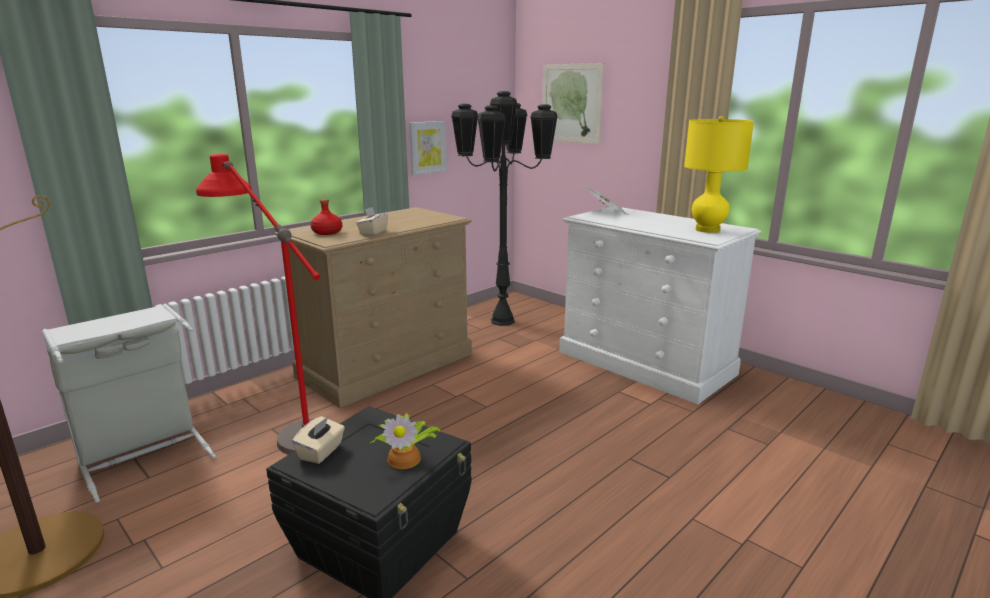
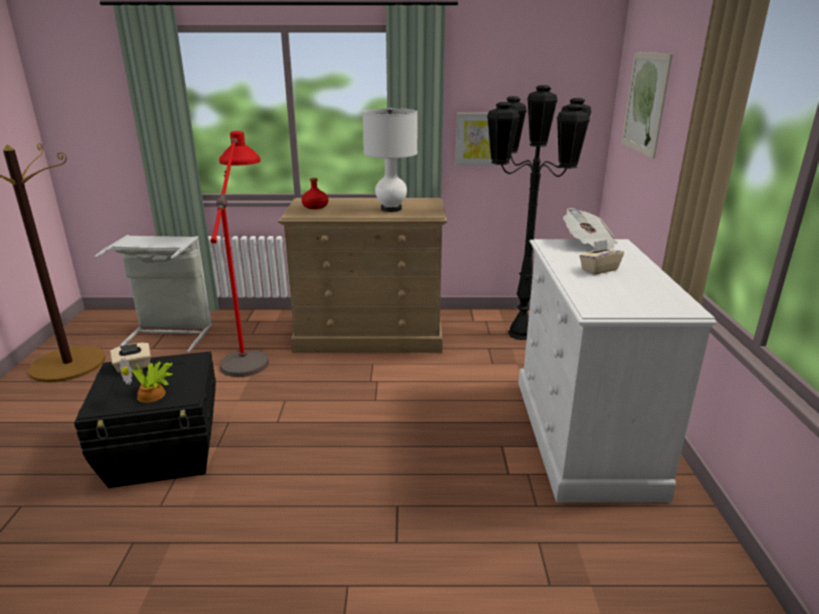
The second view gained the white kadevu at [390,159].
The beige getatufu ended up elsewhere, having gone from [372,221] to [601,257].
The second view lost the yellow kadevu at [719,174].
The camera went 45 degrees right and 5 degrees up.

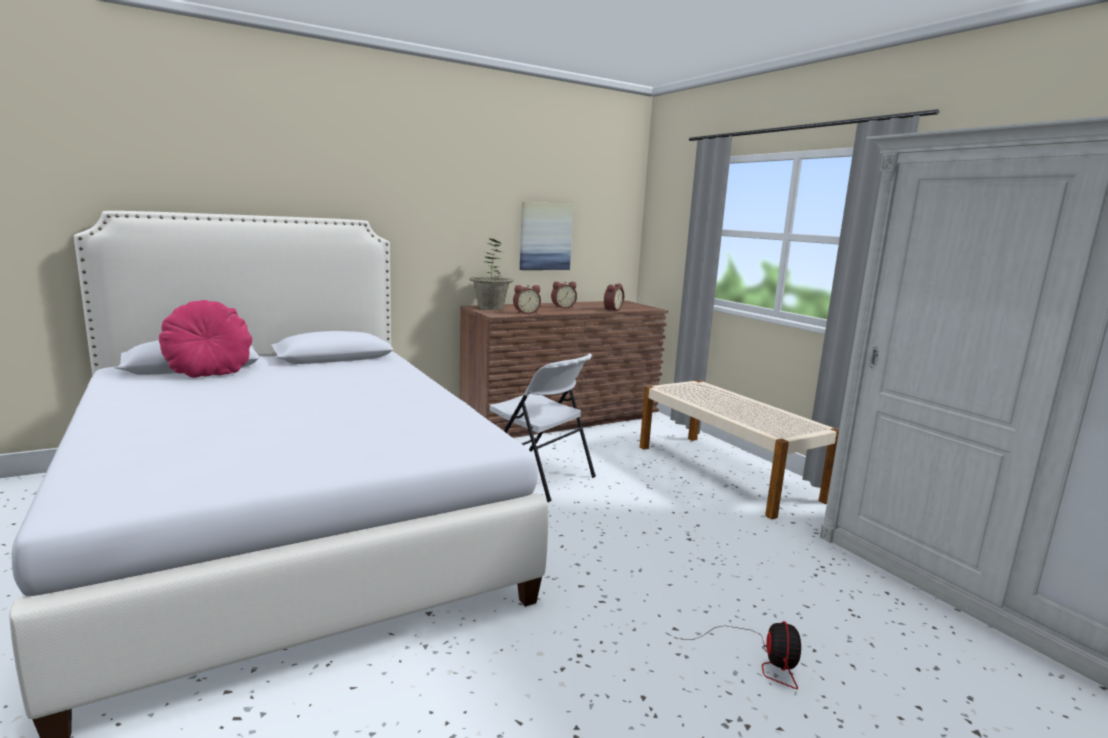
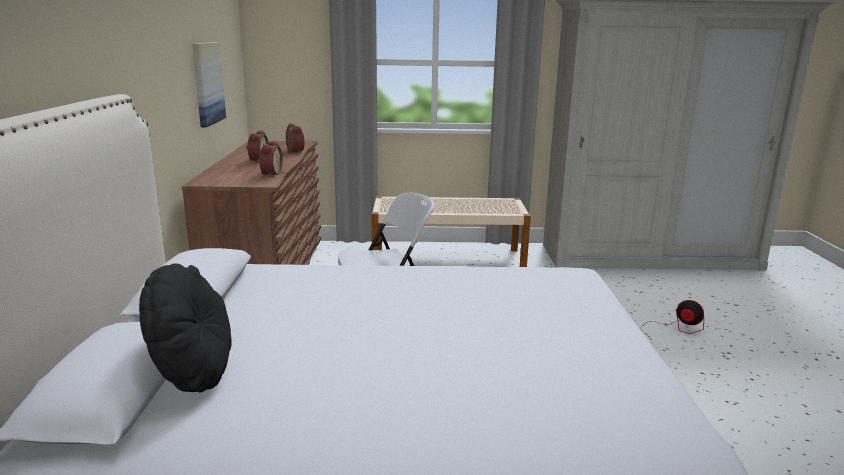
What was the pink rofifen at [205,339] turned into the black rofifen at [185,328].
The second view lost the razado at [491,274].
The camera went 60 degrees left and 5 degrees up.

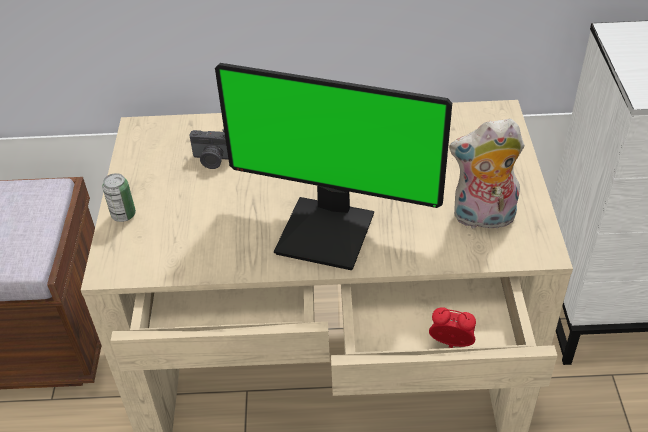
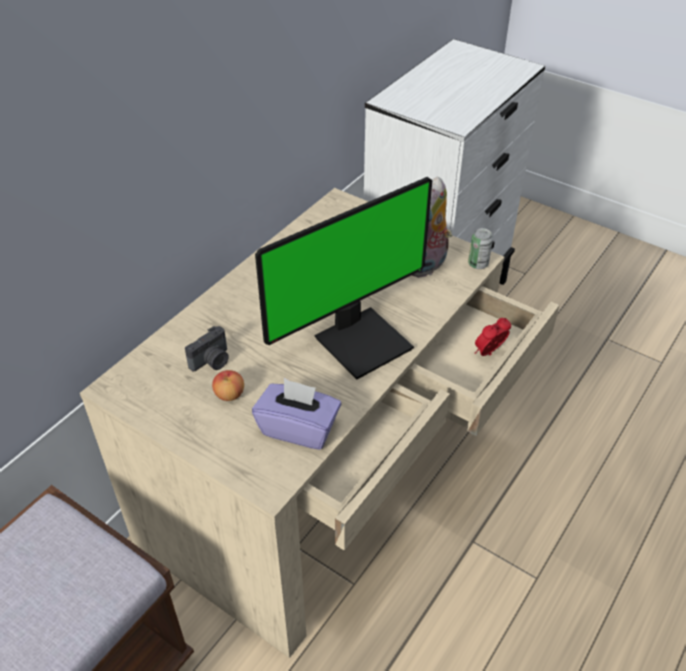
The second view gained the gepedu at [228,385].
The second view gained the purple getatufu at [296,414].
The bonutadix ended up elsewhere, having gone from [119,197] to [480,248].
The camera went 55 degrees left and 0 degrees up.

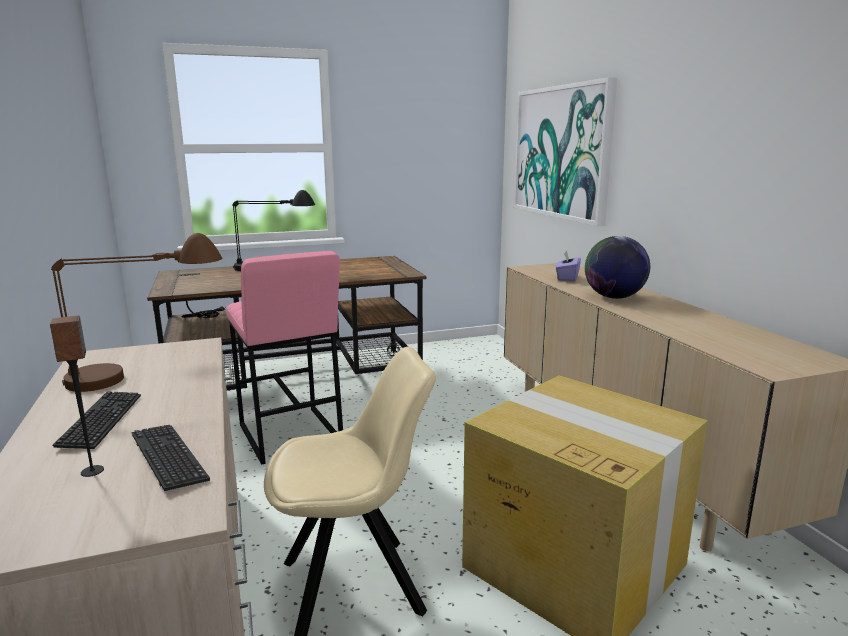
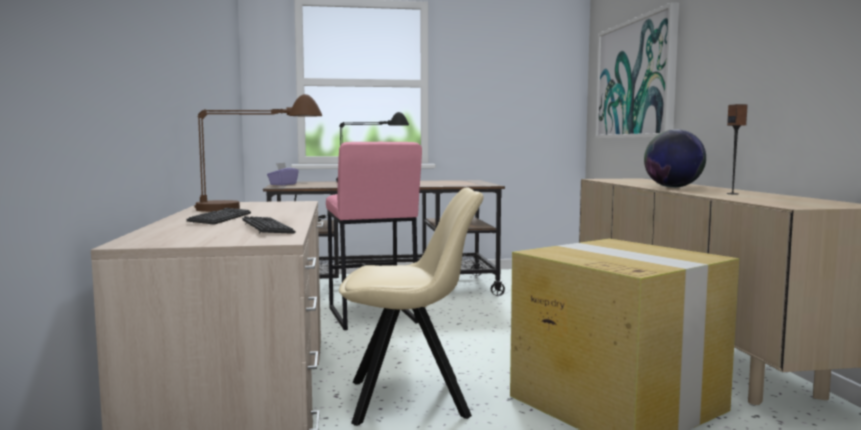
The purple getatufu ended up elsewhere, having gone from [568,266] to [283,174].
The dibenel ended up elsewhere, having gone from [77,396] to [737,149].
The camera went 10 degrees right and 10 degrees down.

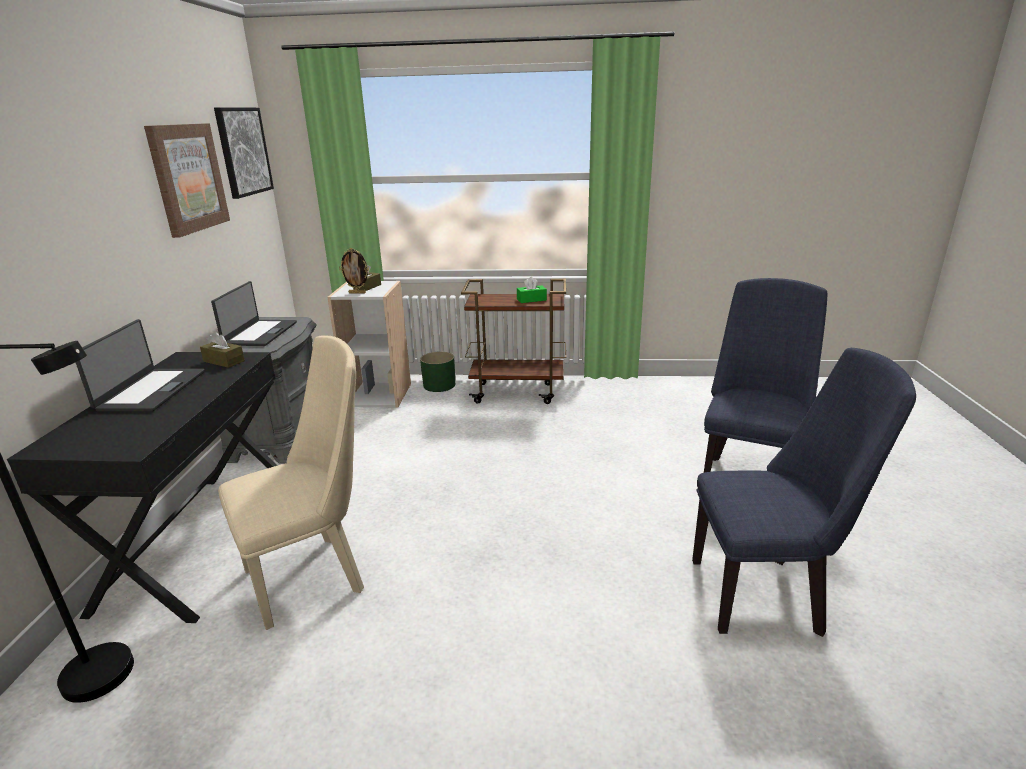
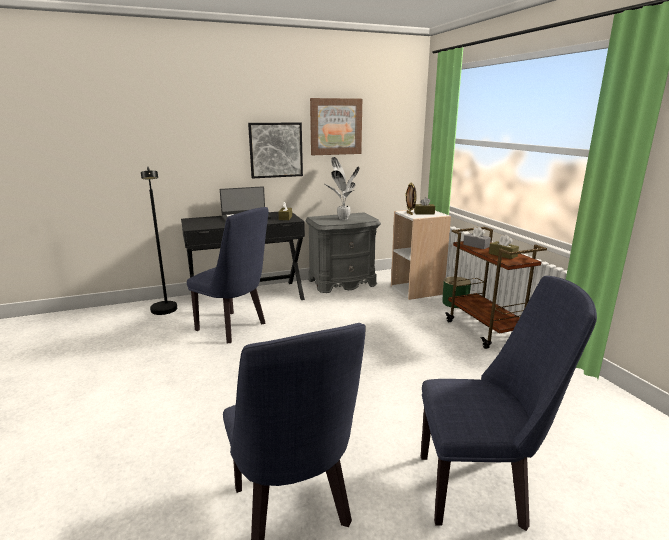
What was the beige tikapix at [291,482] turned into the blue tikapix at [227,275].
The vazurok ended up elsewhere, having gone from [244,153] to [275,150].
Where the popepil stood at [254,313], the razado came to stand at [341,188].
The second view gained the grey getatufu at [477,238].
What was the green getatufu at [532,290] turned into the brown getatufu at [504,247].
The camera went 65 degrees right and 5 degrees down.

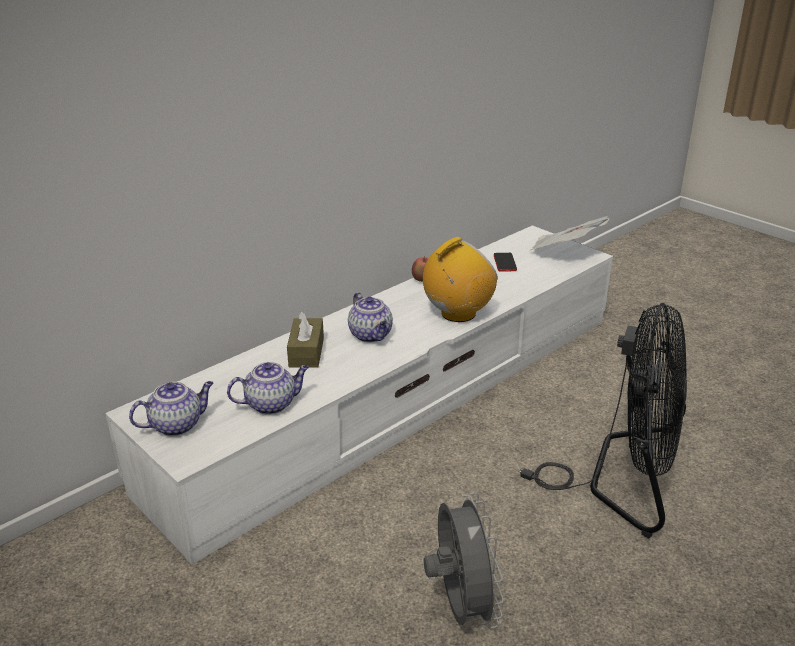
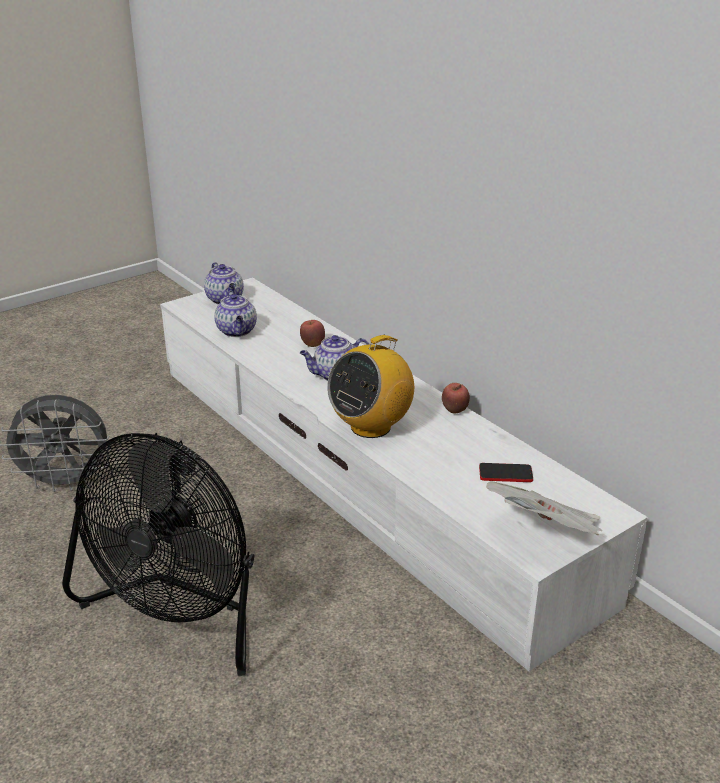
Where the brown getatufu stood at [305,339], the gepedu came to stand at [312,333].
The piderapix at [460,279] ended up facing another way, 75 degrees clockwise from before.
The camera went 95 degrees right and 0 degrees up.

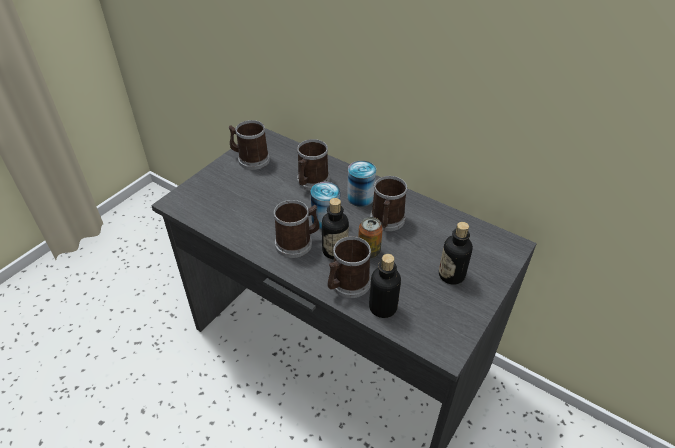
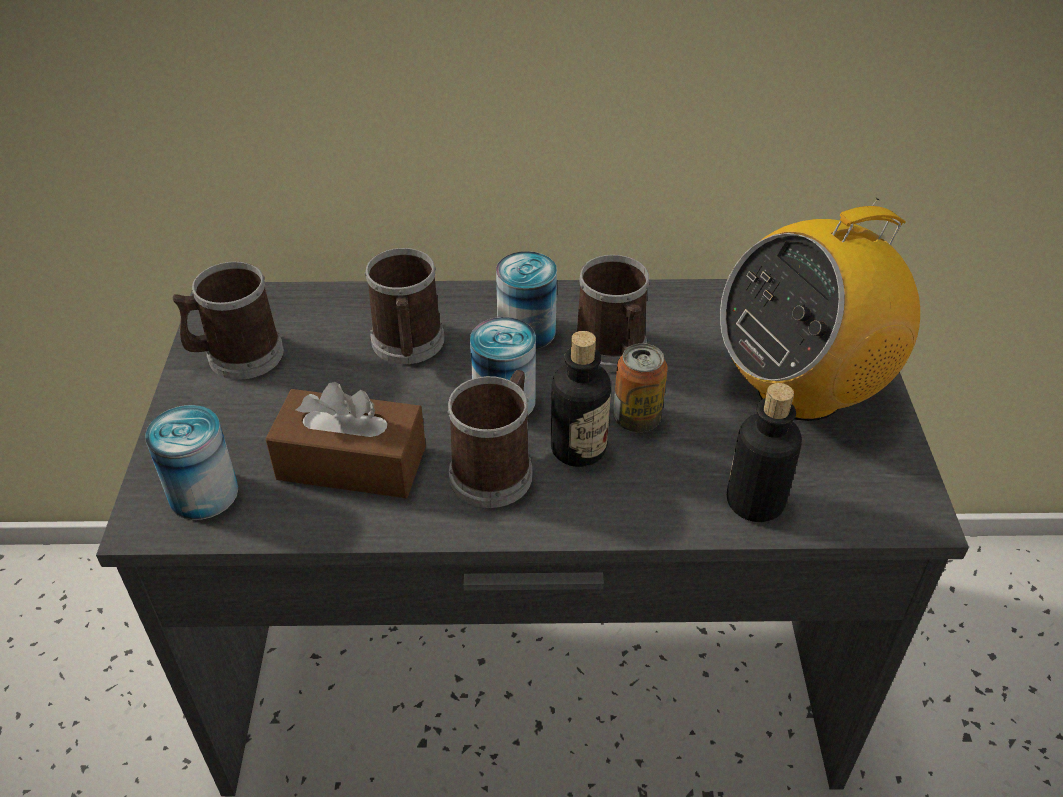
The second view gained the bonutadix at [191,462].
The second view gained the brown getatufu at [346,440].
Where the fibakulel stood at [456,253], the piderapix came to stand at [820,309].
The second view lost the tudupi at [349,267].
The camera went 35 degrees left and 0 degrees up.

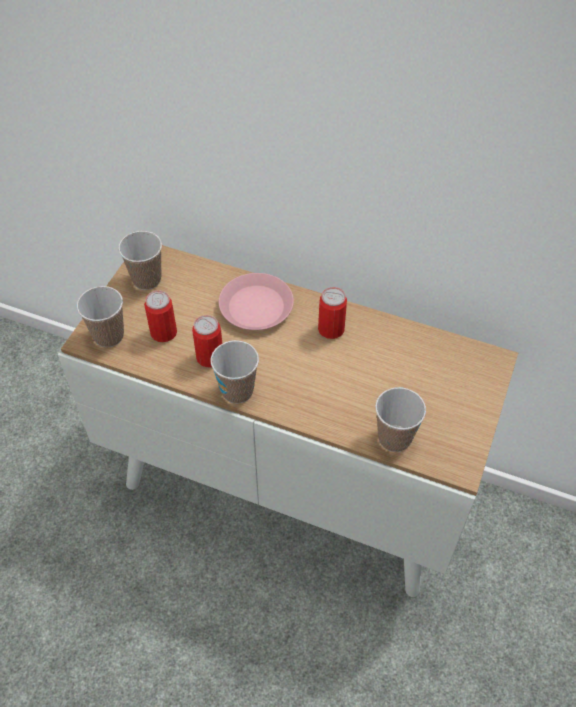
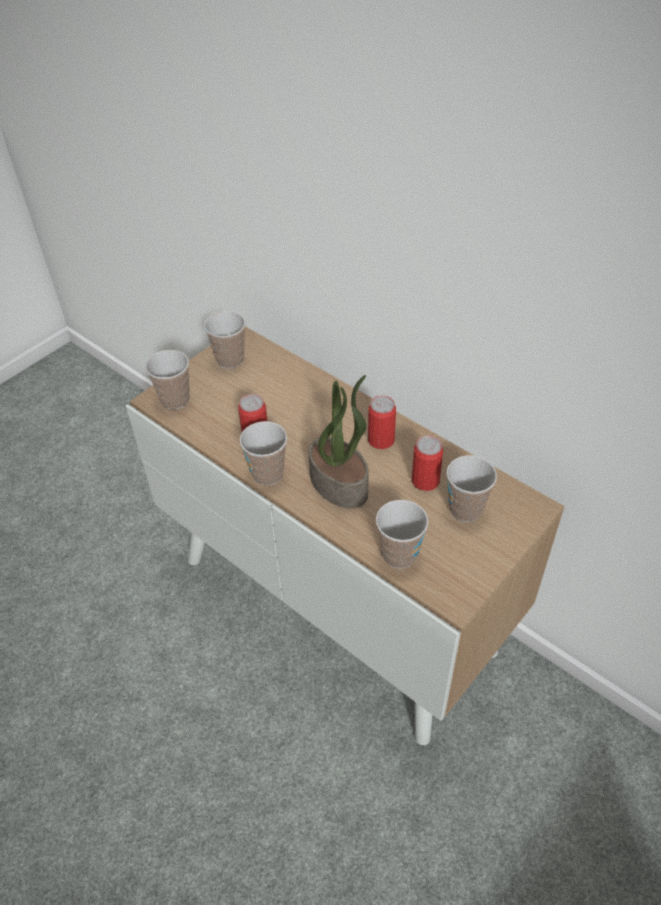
The second view gained the razado at [338,442].
The bonutadix ended up elsewhere, having gone from [160,316] to [427,463].
The second view gained the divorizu at [472,488].
The second view lost the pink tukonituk at [256,301].
The camera went 20 degrees right and 5 degrees down.

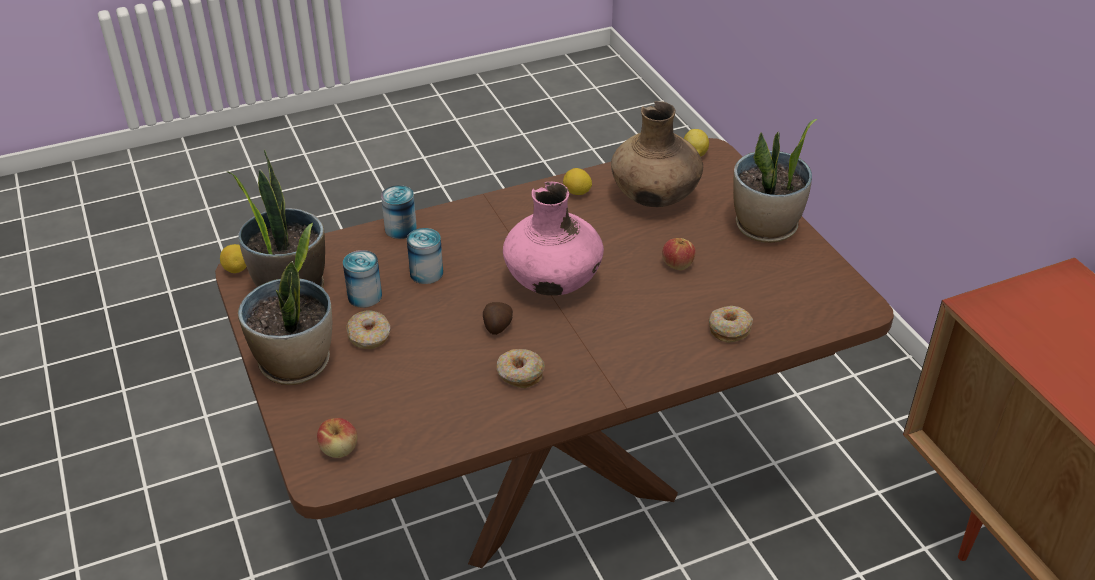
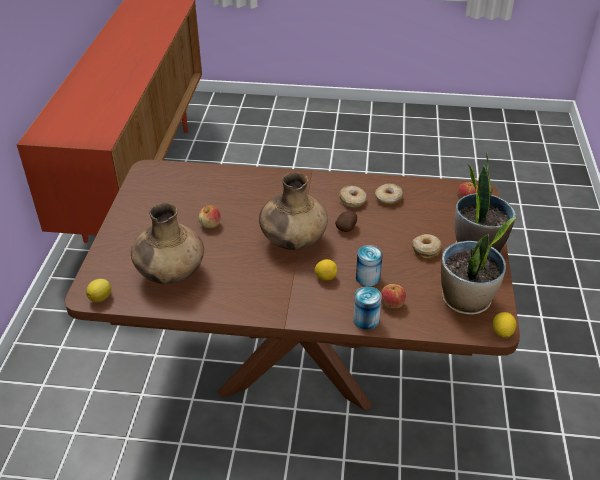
What was the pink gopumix at [553,239] turned into the brown gopumix at [293,211].
The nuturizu ended up elsewhere, having gone from [577,181] to [325,270].
The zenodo ended up elsewhere, having gone from [731,324] to [389,194].
The second view gained the gepedu at [393,296].
The second view lost the bonutadix at [362,279].
The second view lost the razado at [775,181].
The camera went 150 degrees left and 0 degrees up.

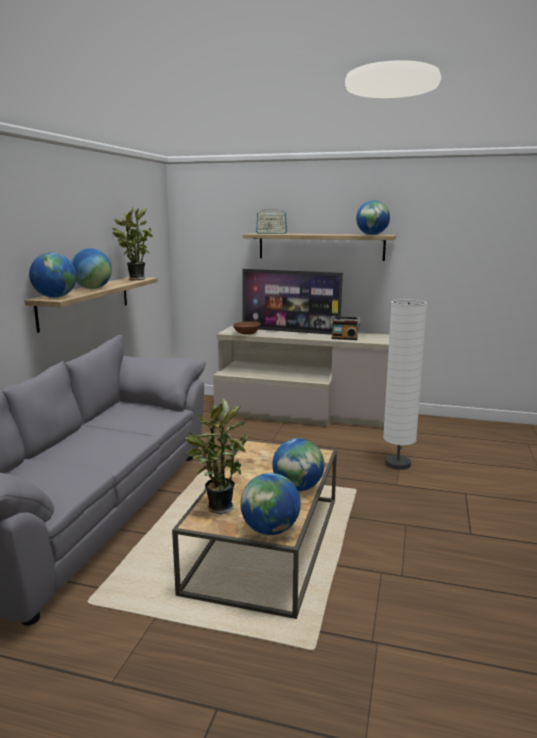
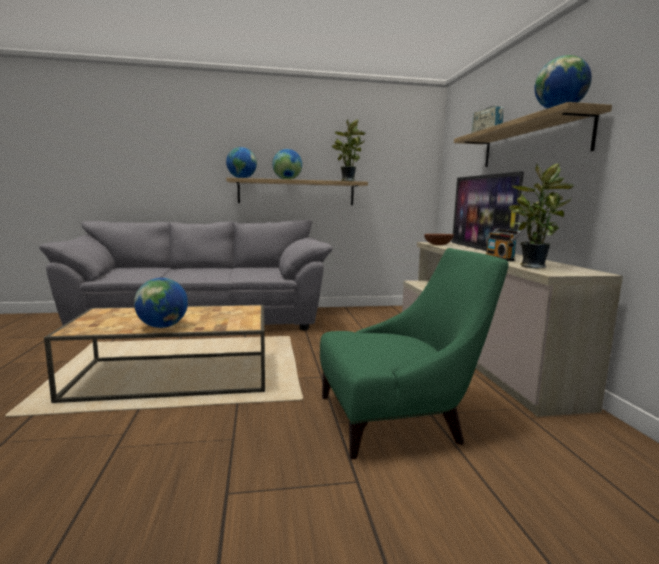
Where the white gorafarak stood at [405,384], the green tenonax came to stand at [414,353].
The razado ended up elsewhere, having gone from [216,456] to [541,216].
The second view lost the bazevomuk at [270,504].
The camera went 65 degrees right and 5 degrees down.

